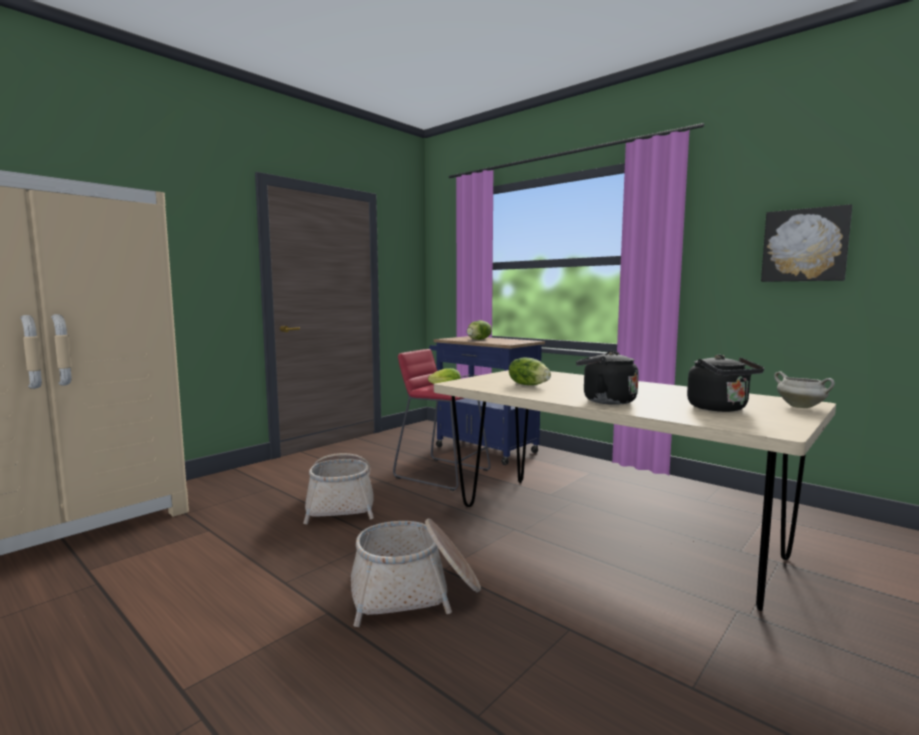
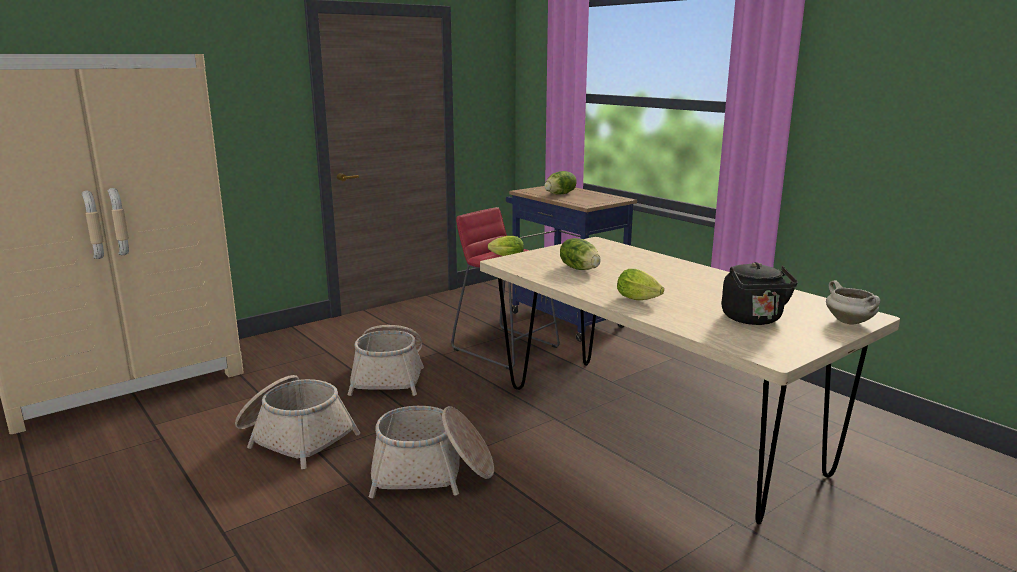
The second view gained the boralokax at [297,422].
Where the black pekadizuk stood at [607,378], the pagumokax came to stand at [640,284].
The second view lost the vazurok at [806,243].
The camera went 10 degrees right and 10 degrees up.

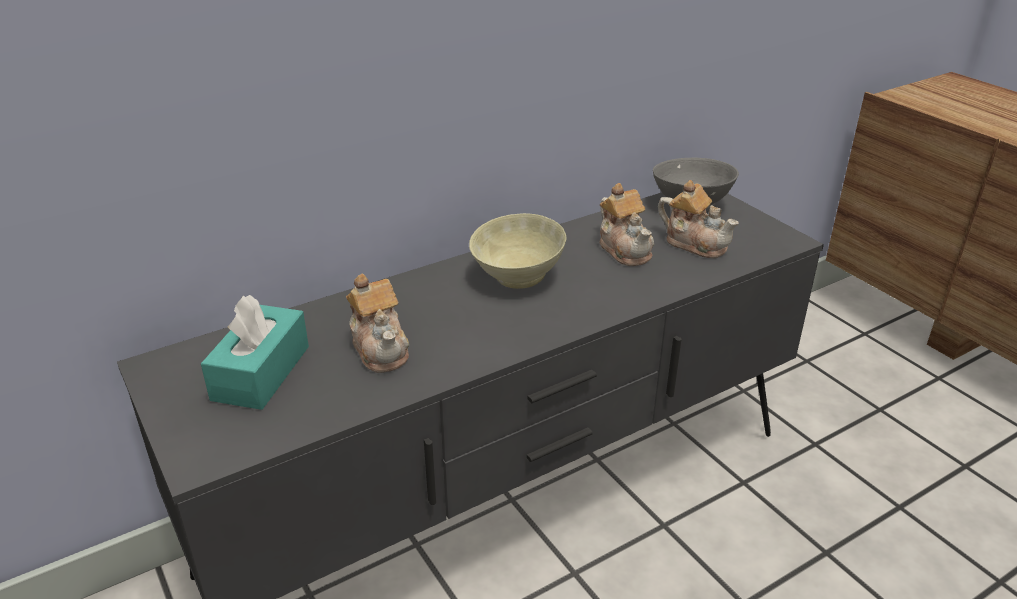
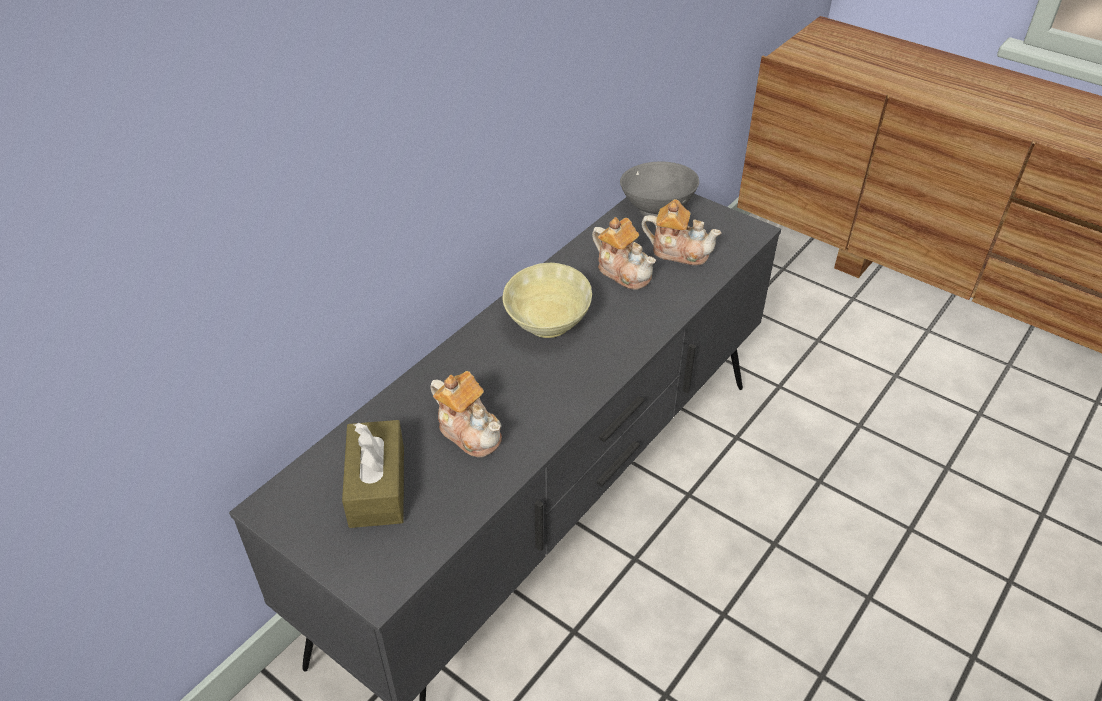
What was the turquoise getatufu at [255,352] turned into the brown getatufu at [373,474].
The camera went 20 degrees left and 10 degrees up.

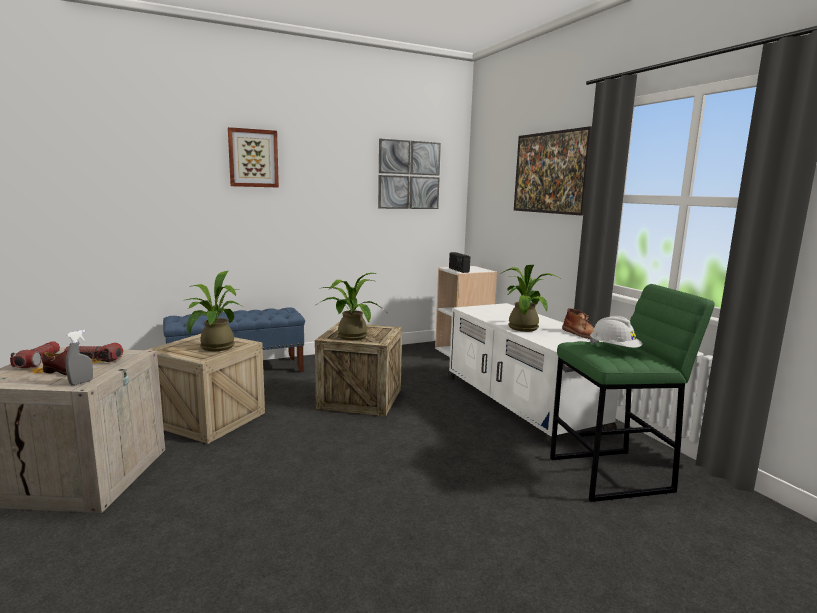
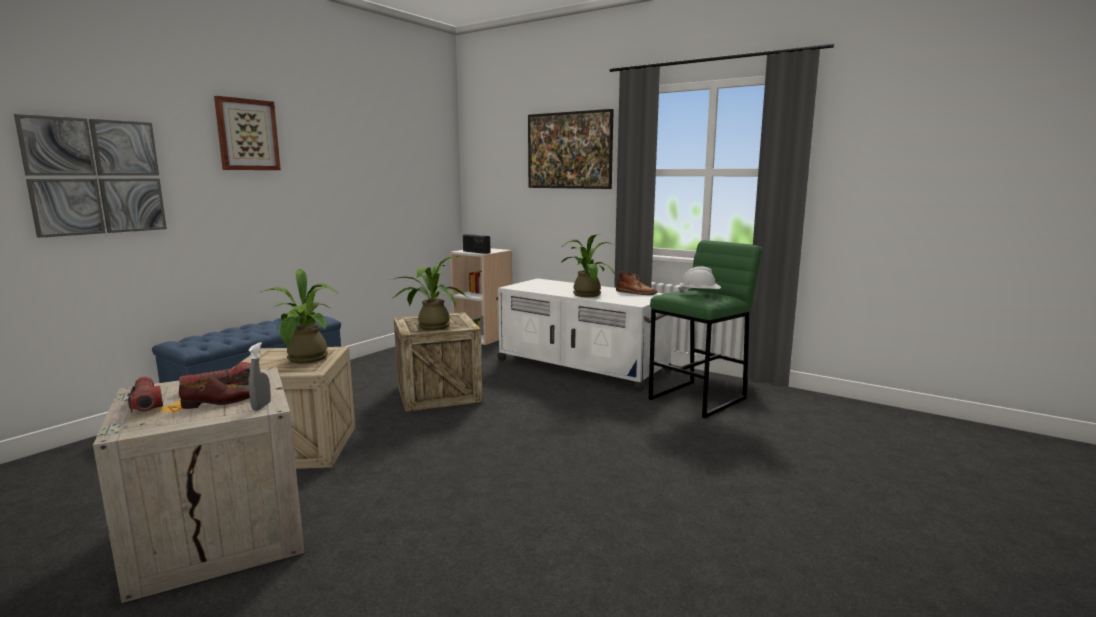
The vazurok ended up elsewhere, having gone from [409,174] to [90,176].
The camera went 30 degrees left and 0 degrees up.

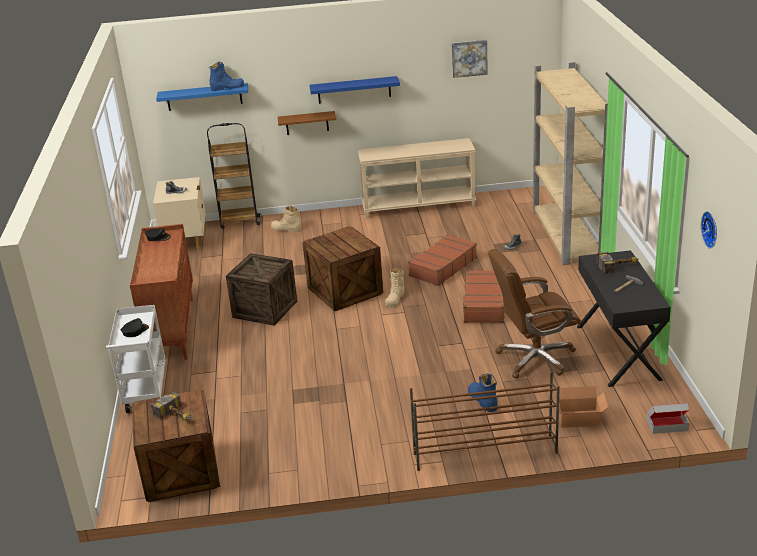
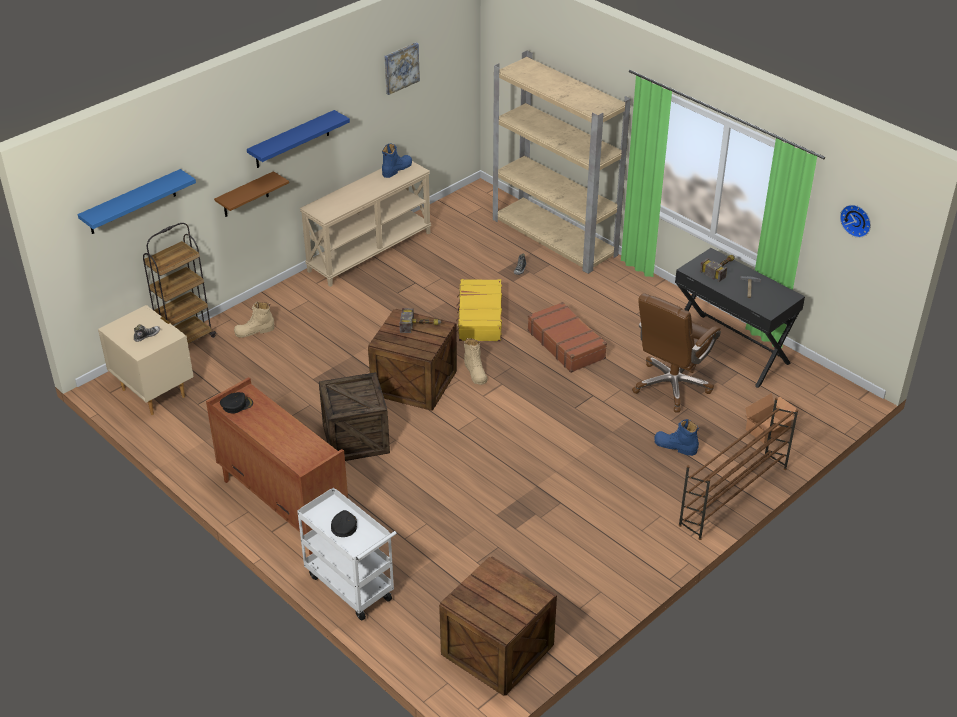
The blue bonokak ended up elsewhere, having gone from [227,76] to [397,160].
The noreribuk ended up elsewhere, having gone from [171,406] to [421,320].
What was the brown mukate at [442,260] turned into the yellow mukate at [479,310].
The second view lost the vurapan at [667,418].
The camera went 40 degrees left and 10 degrees up.

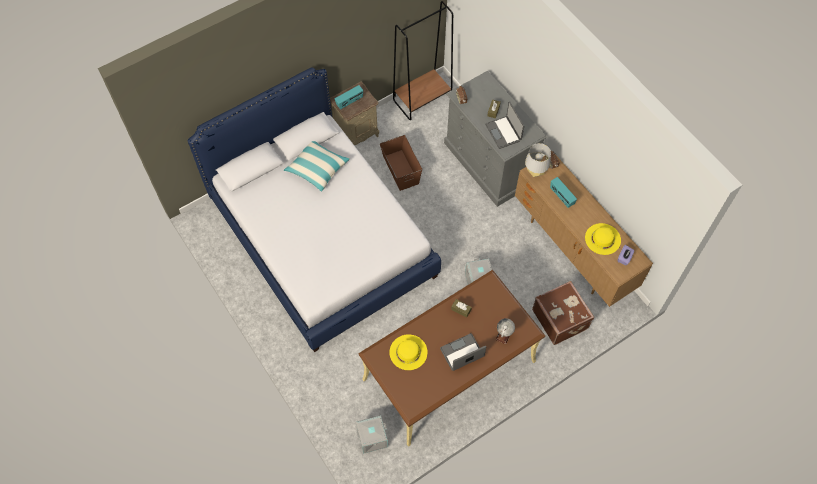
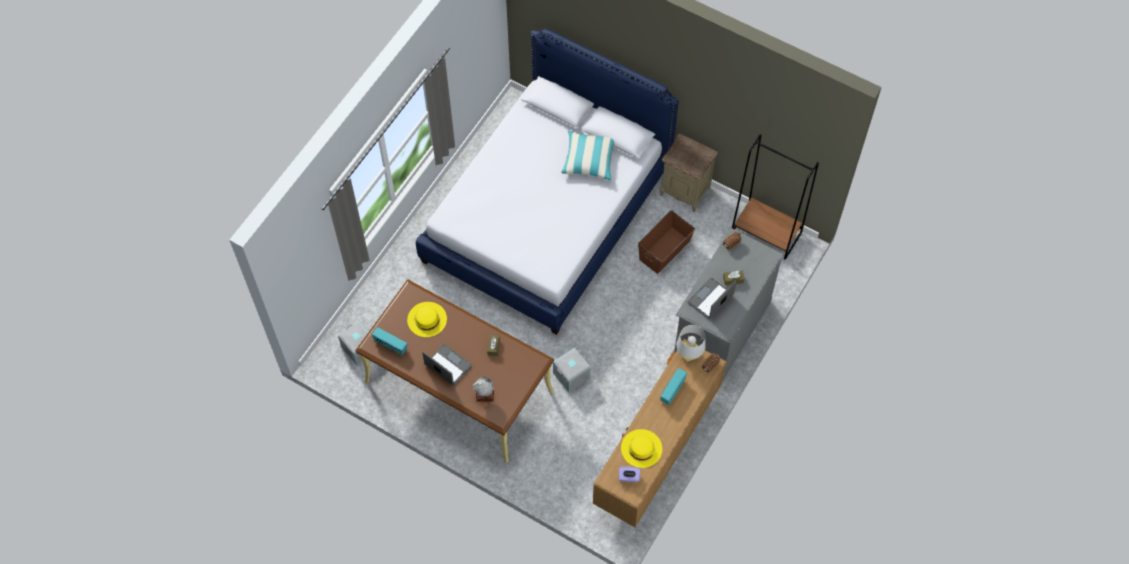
The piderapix ended up elsewhere, having gone from [349,97] to [389,341].
The second view lost the brown mukate at [563,313].
The camera went 65 degrees right and 0 degrees up.

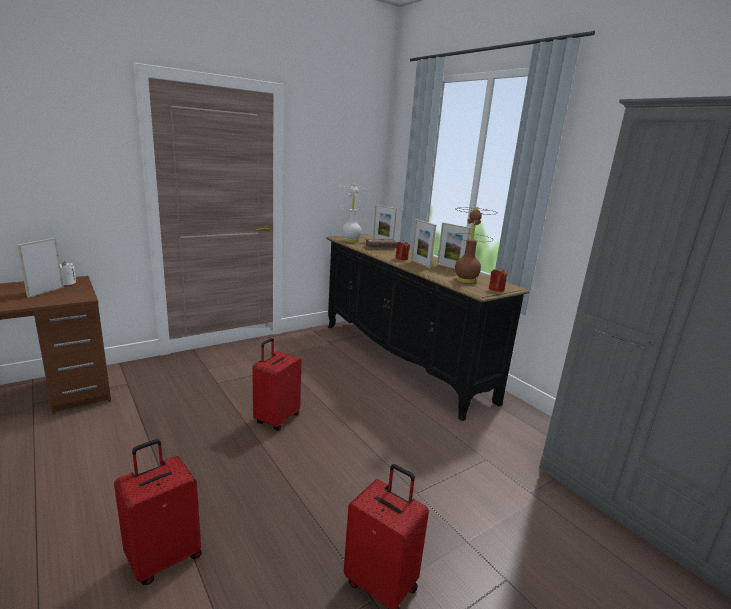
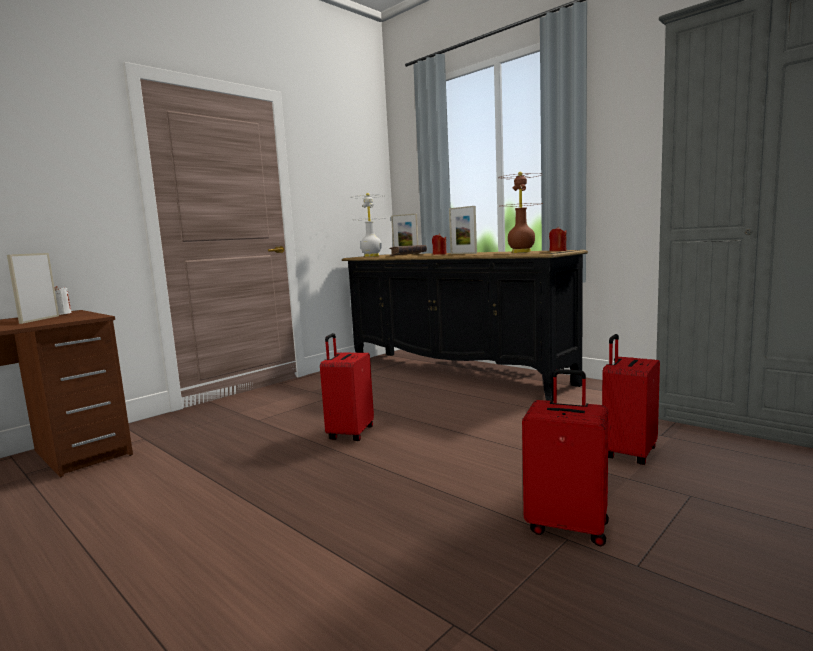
The red mukate ended up elsewhere, having gone from [158,512] to [631,399].
The second view lost the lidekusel at [454,246].
The camera went 10 degrees left and 10 degrees down.

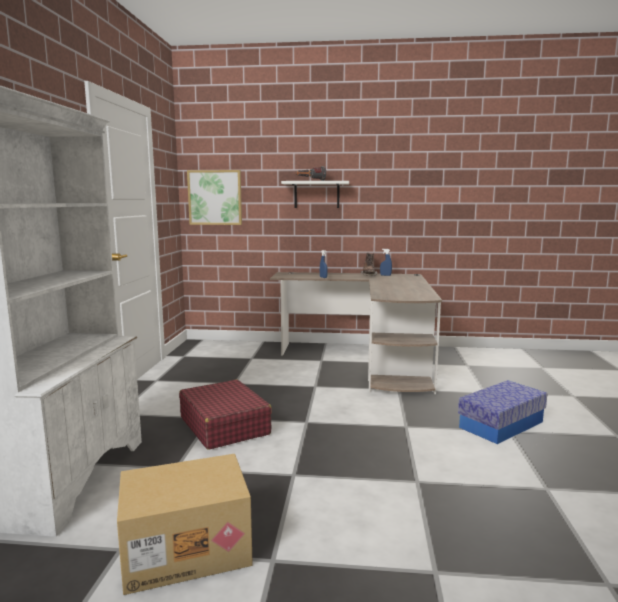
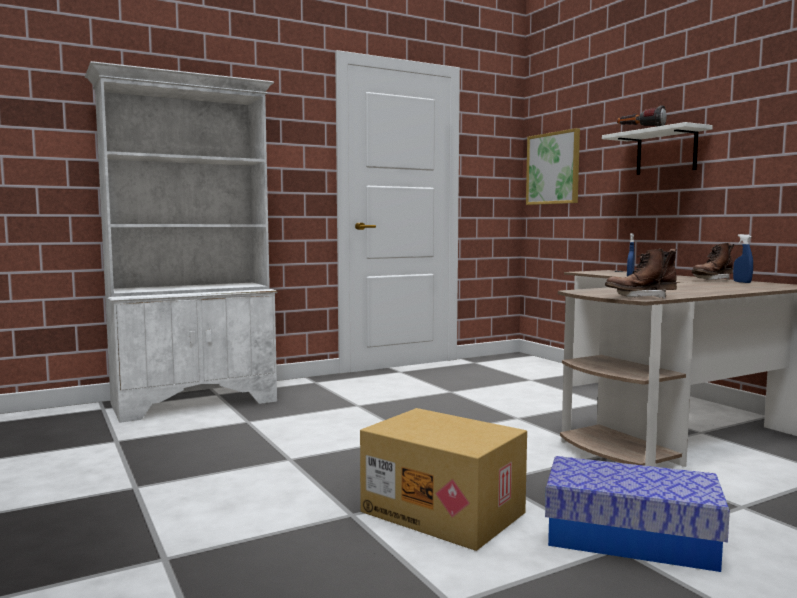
The vurapan ended up elsewhere, having gone from [185,524] to [443,479].
The second view gained the brown bonokak at [641,274].
The second view lost the red mukate at [225,414].
The camera went 55 degrees right and 5 degrees down.

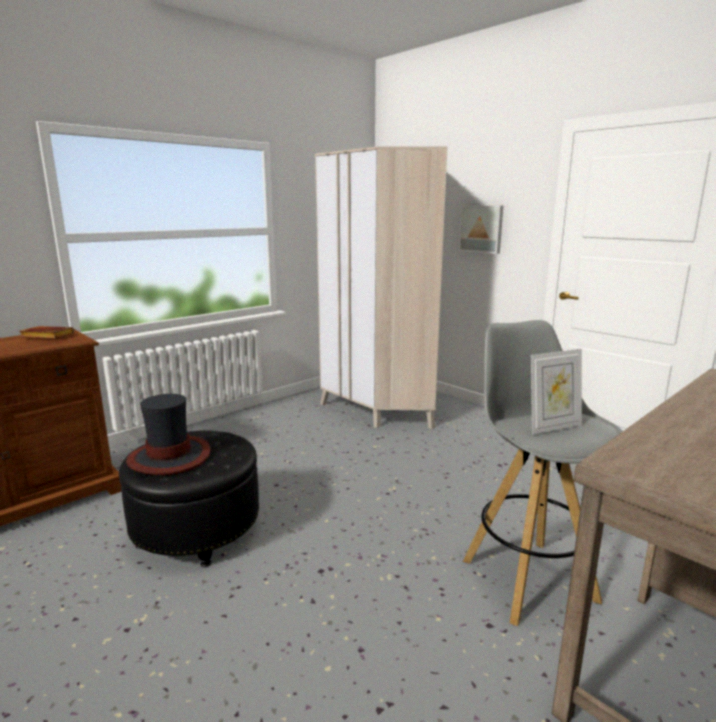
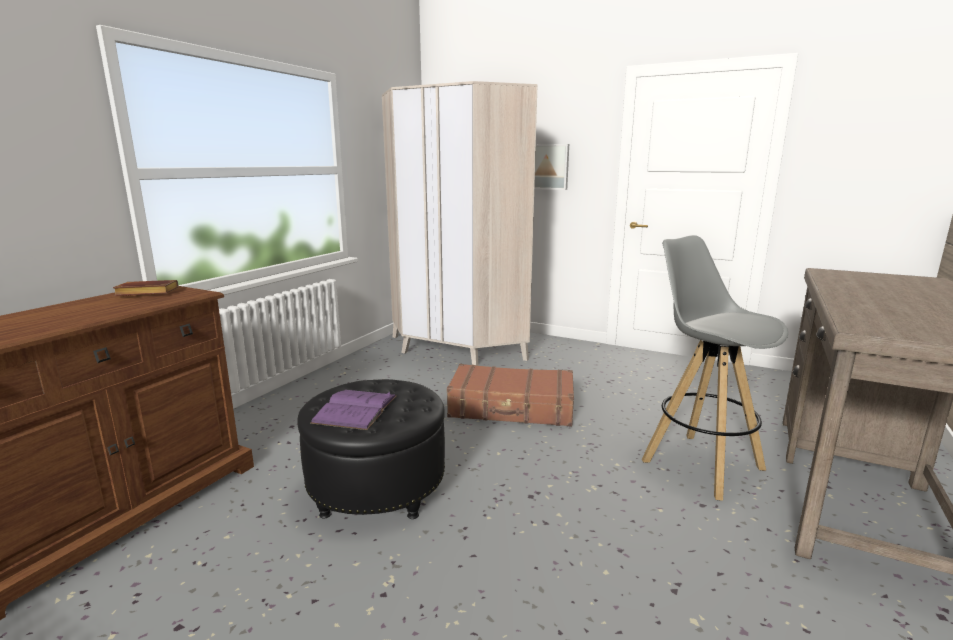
Where the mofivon stood at [168,434], the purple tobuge came to stand at [353,410].
The second view gained the brown mukate at [510,395].
The second view lost the lidekusel at [556,392].
The camera went 20 degrees left and 0 degrees up.

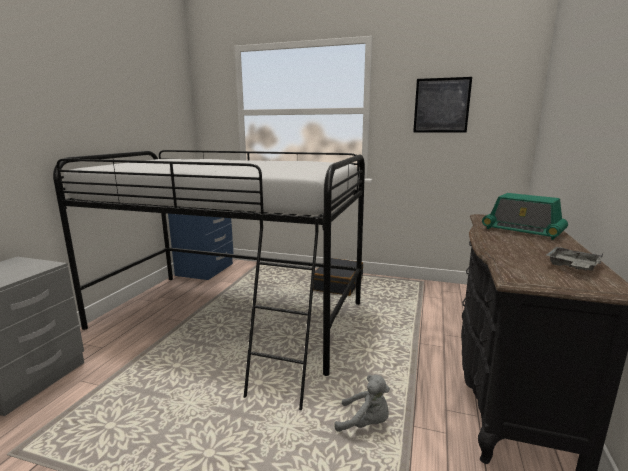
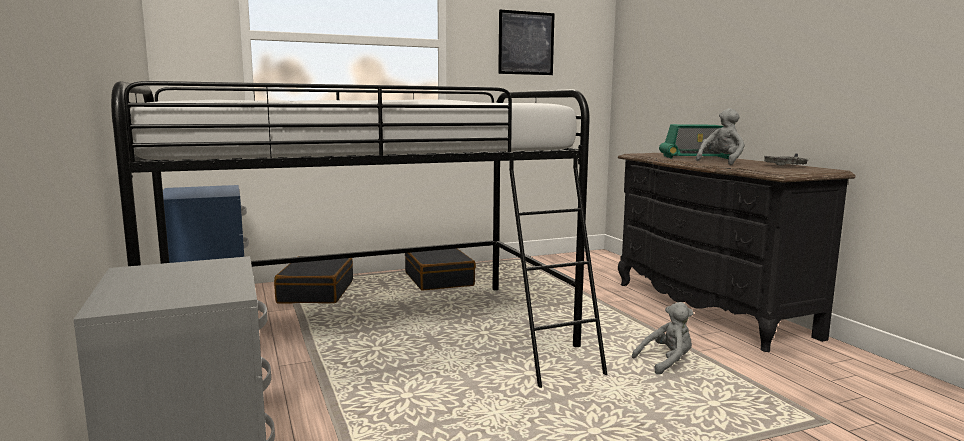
The second view gained the black mukate at [313,280].
The second view gained the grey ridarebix at [720,136].
The camera went 40 degrees left and 5 degrees down.

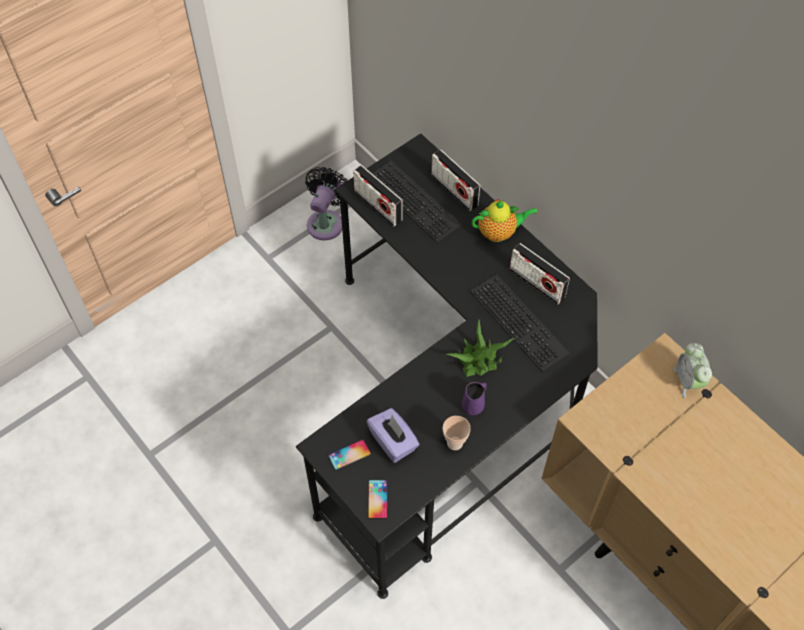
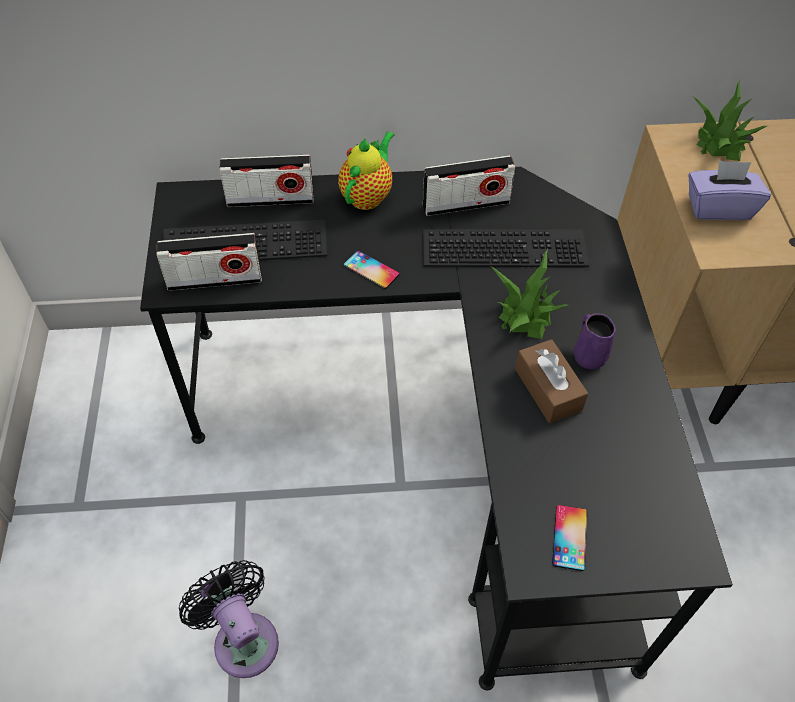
The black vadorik ended up elsewhere, having gone from [326,203] to [229,619].
The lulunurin ended up elsewhere, having gone from [378,499] to [372,270].
The second view gained the brown getatufu at [551,381].
The purple getatufu ended up elsewhere, having gone from [393,435] to [730,190].
Where the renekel stood at [693,370], the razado came to stand at [729,120].
The second view lost the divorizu at [457,433].
The camera went 55 degrees left and 5 degrees down.

